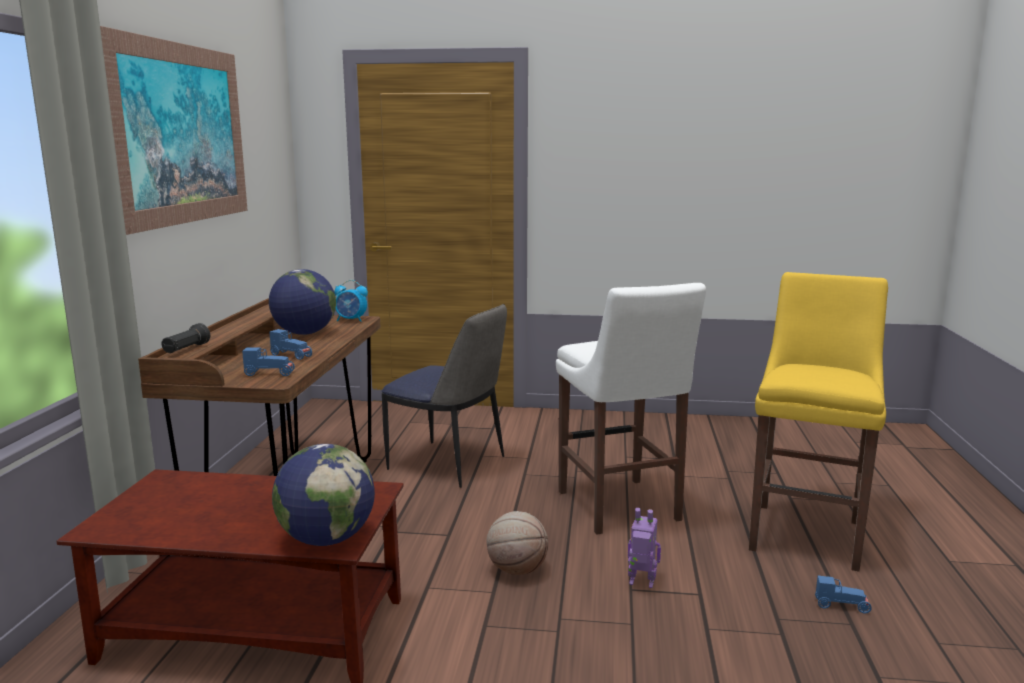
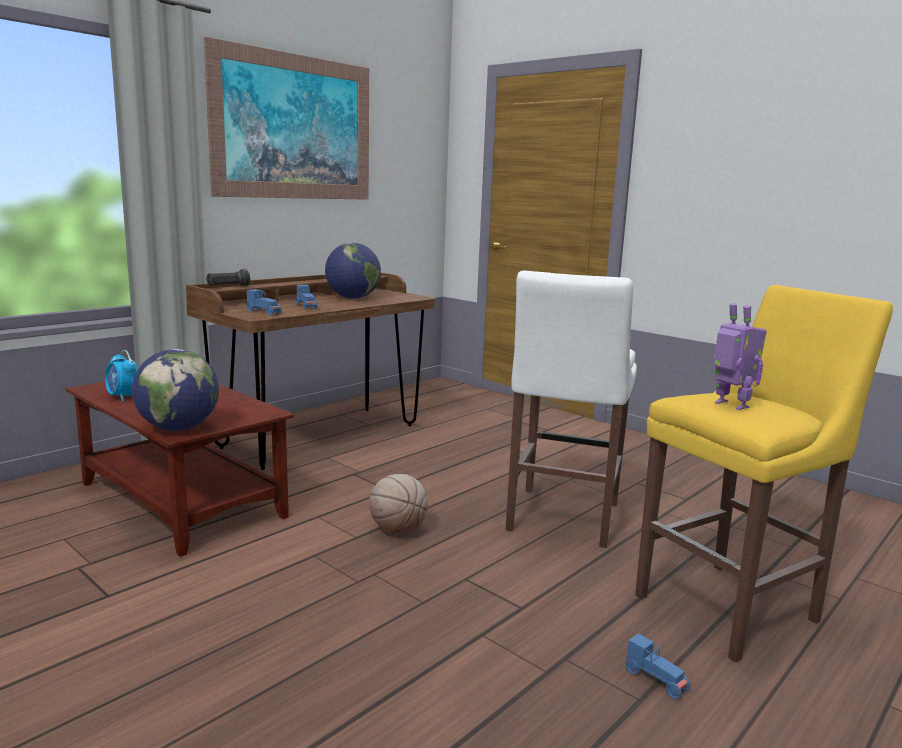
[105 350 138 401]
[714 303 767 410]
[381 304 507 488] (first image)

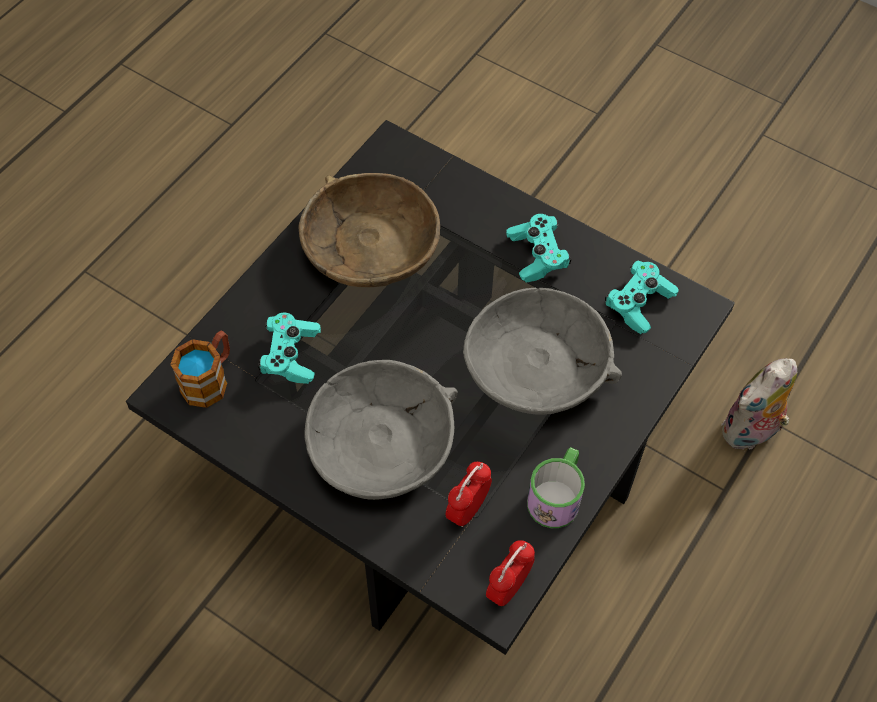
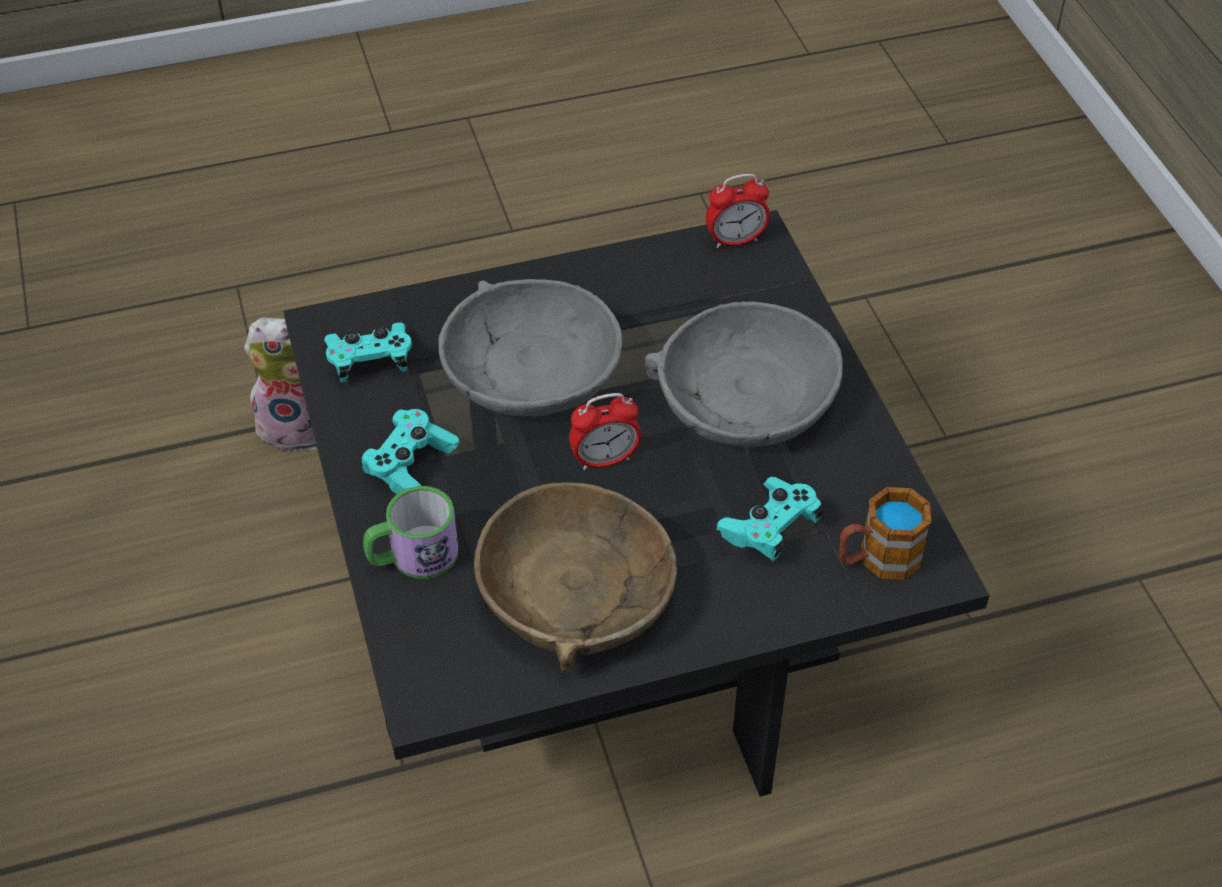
[363 486 458 579]
[569 393 641 470]

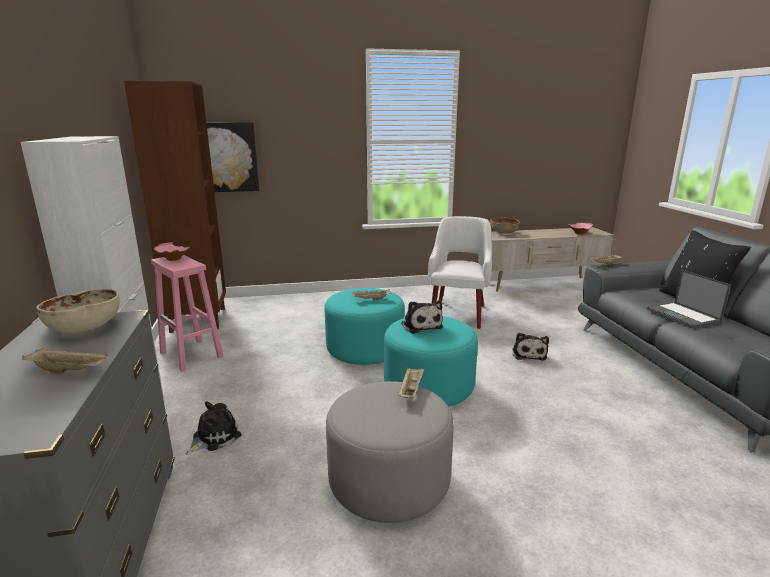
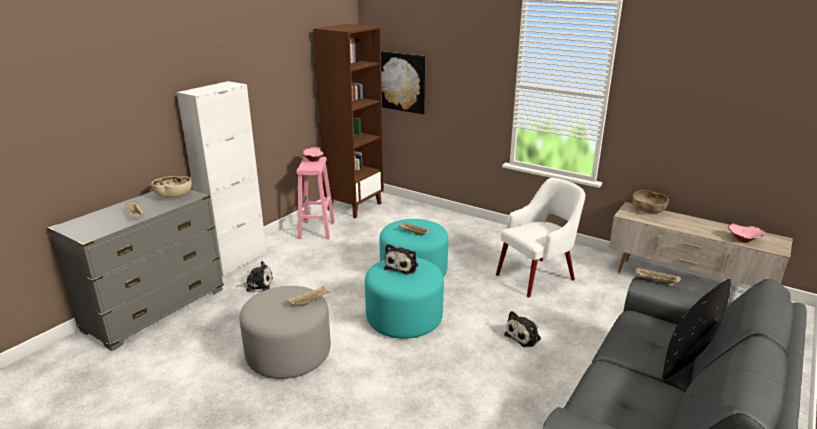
[647 270 731 328] (first image)

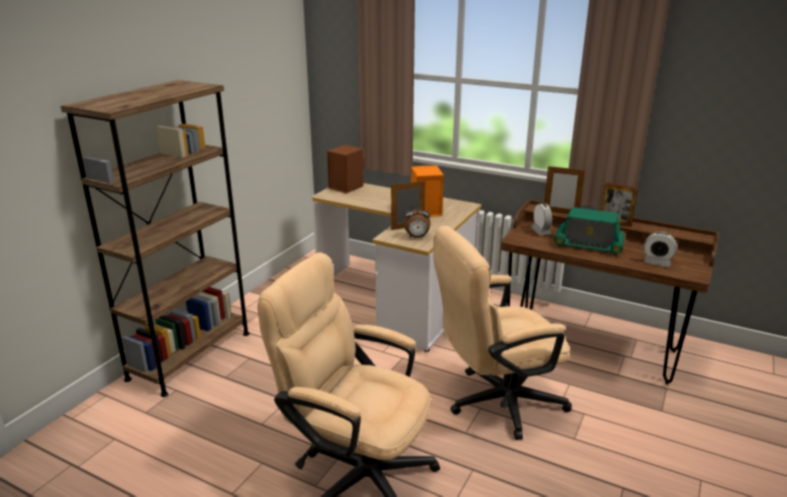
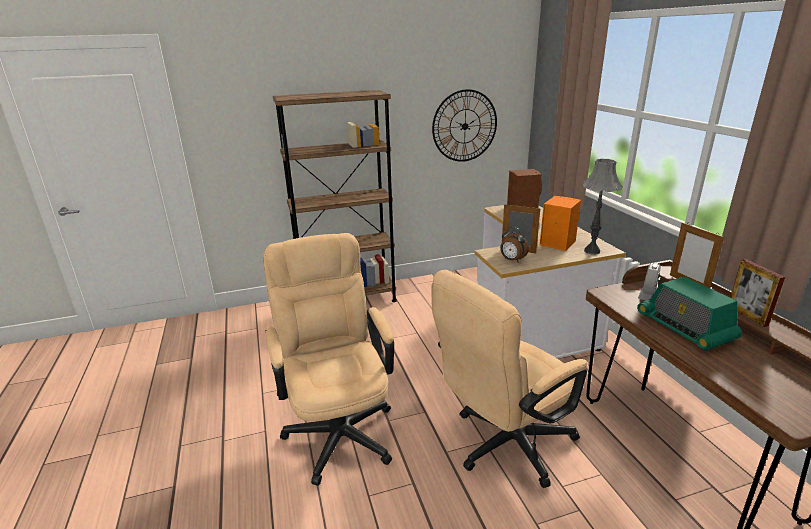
[431 270 587 488]
[432 89 497 162]
[582 159 623 254]
[644 232 677 267] (first image)

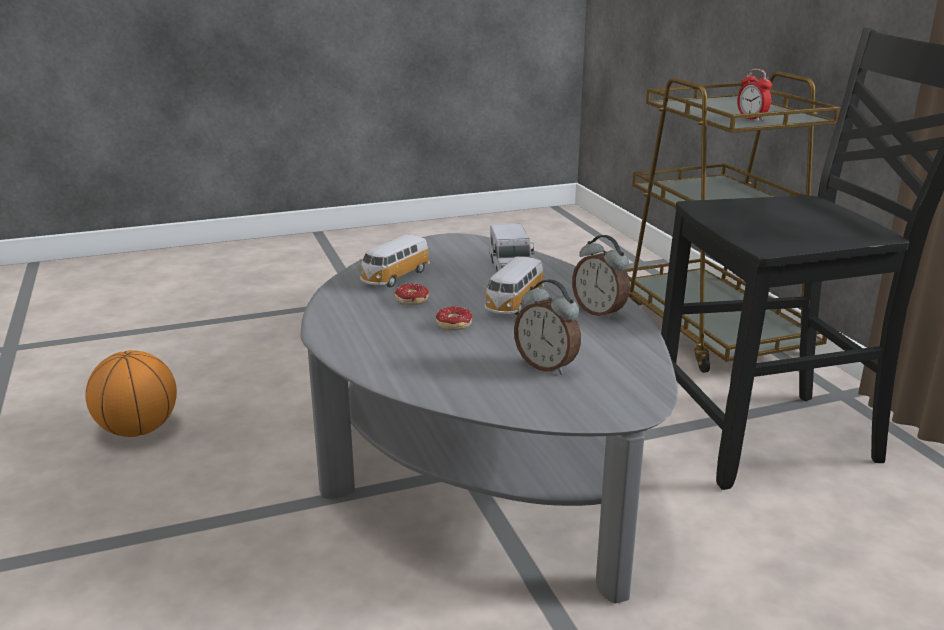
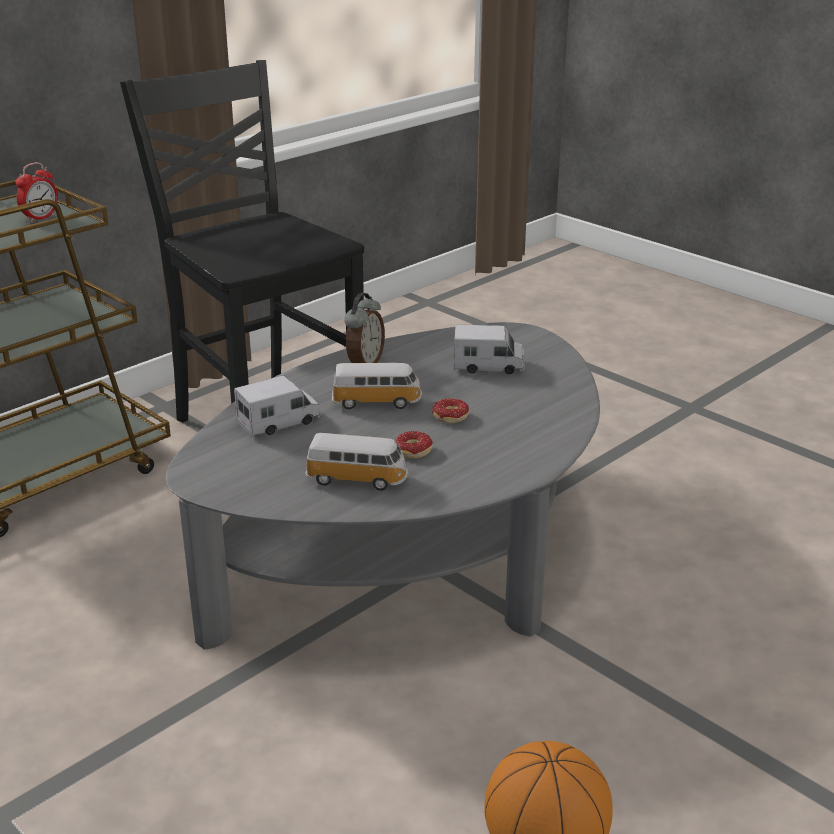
[454 325 525 375]

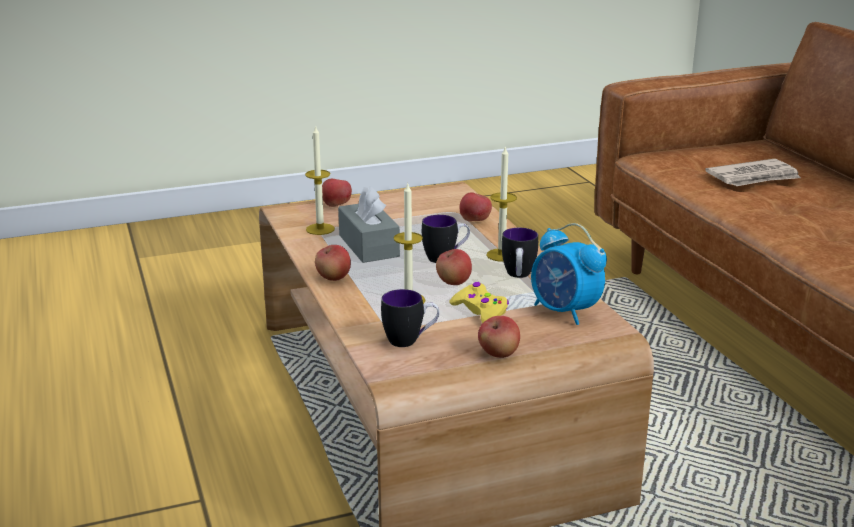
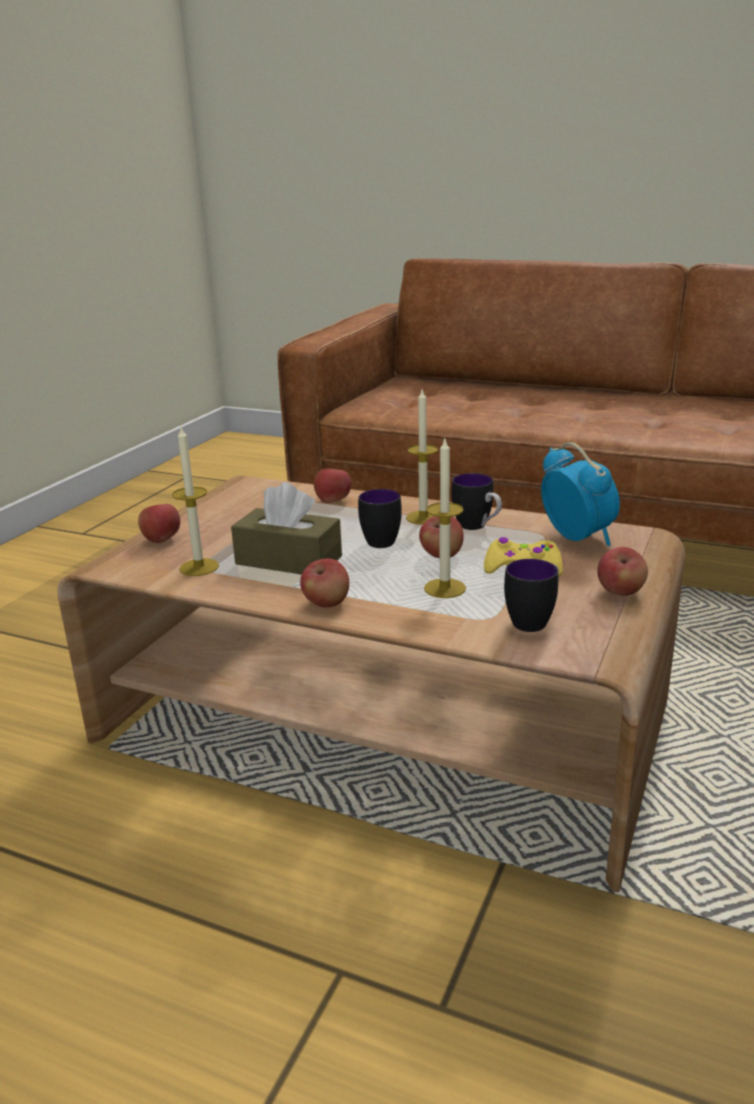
[231 482 342 574]
[541 442 620 546]
[705 159 801 186] (first image)

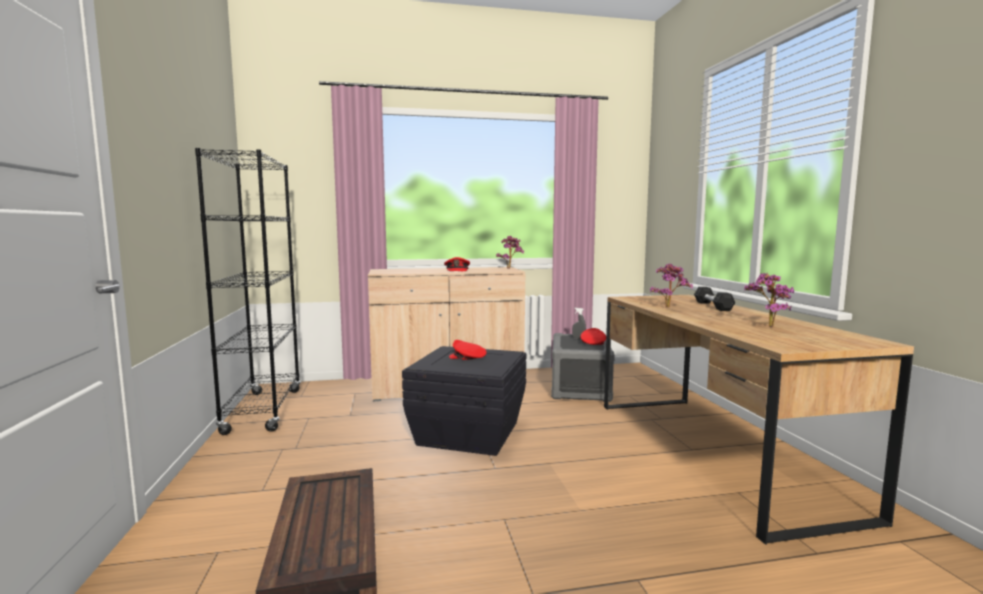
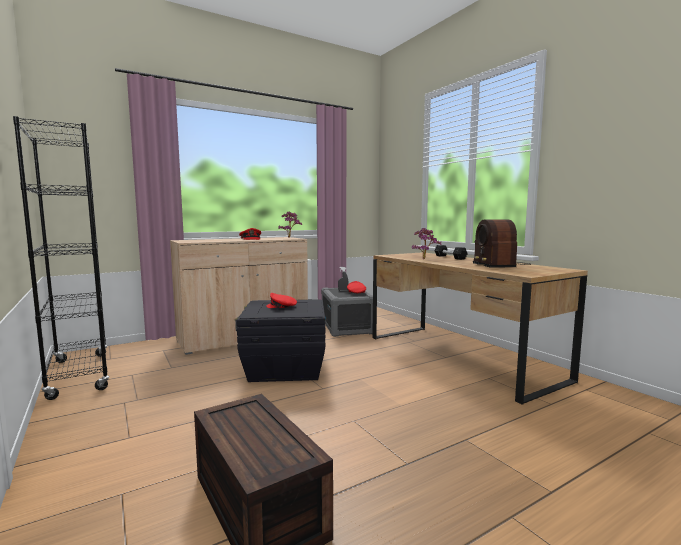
[473 220 531 268]

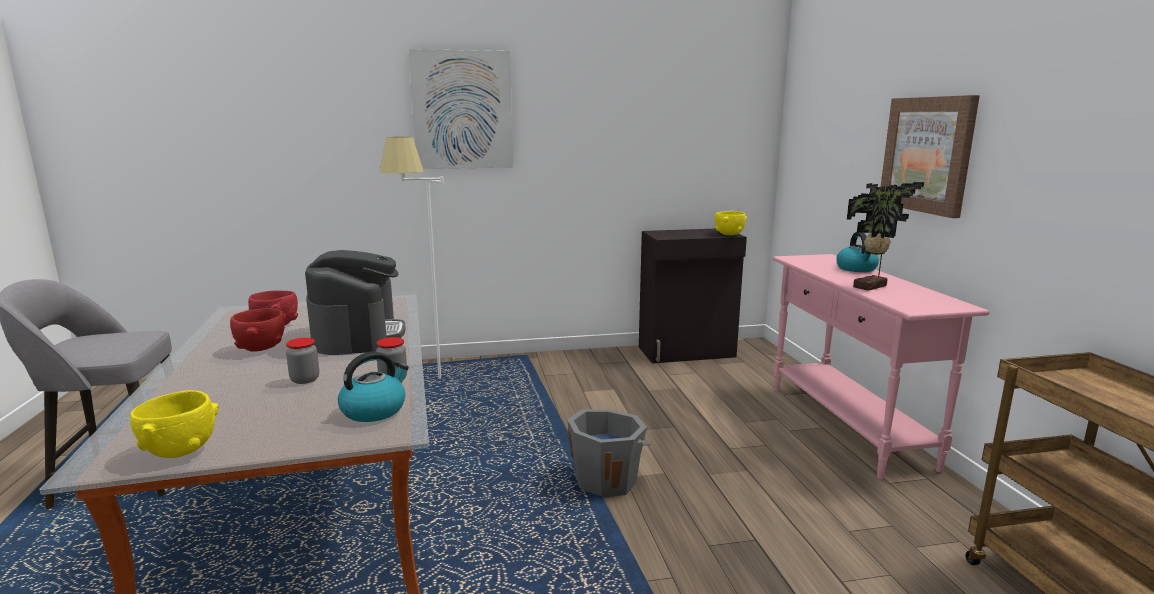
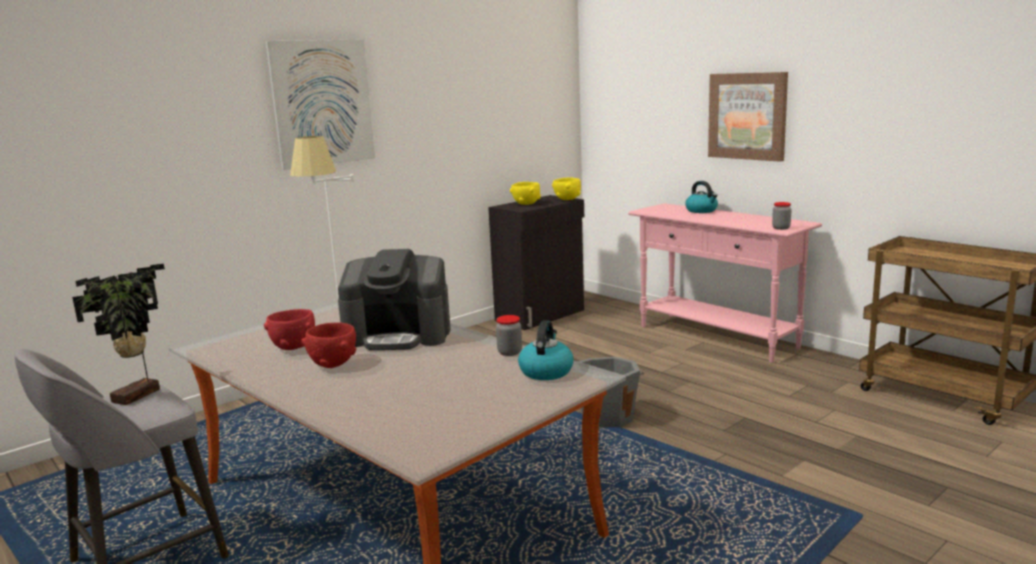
[72 264 165 405]
[338 249 451 350]
[510 182 541 205]
[772 202 792 230]

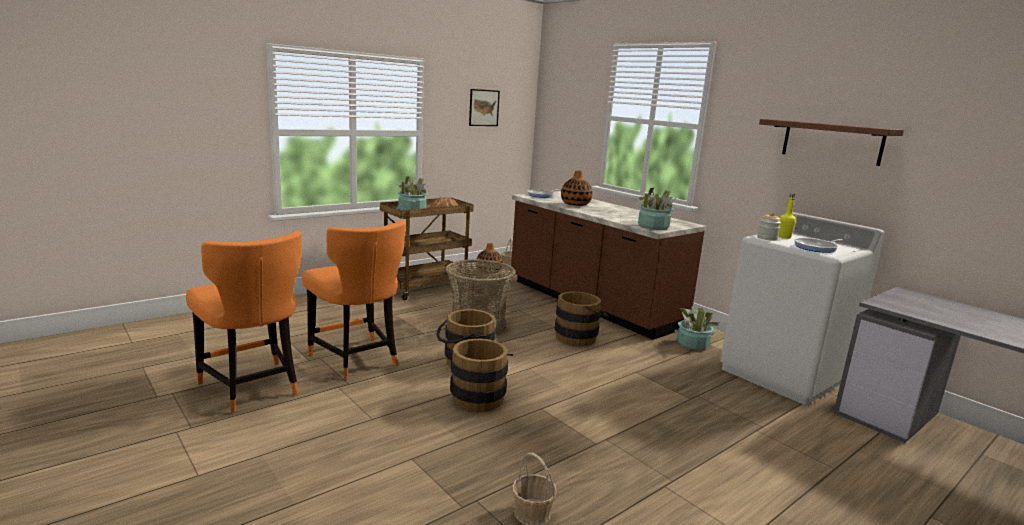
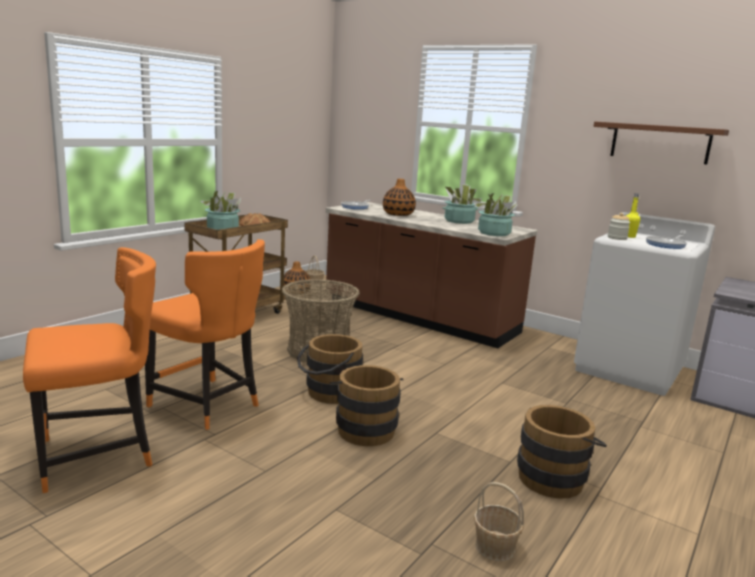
[23 247 156 493]
[442 185 482 224]
[517 405 607 499]
[469 89 500 126] (first image)

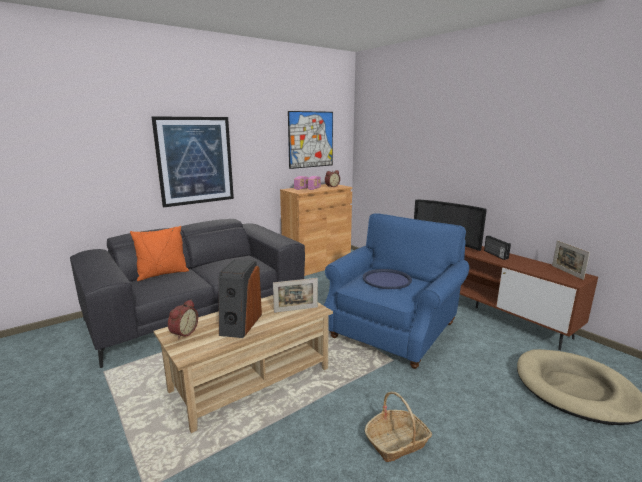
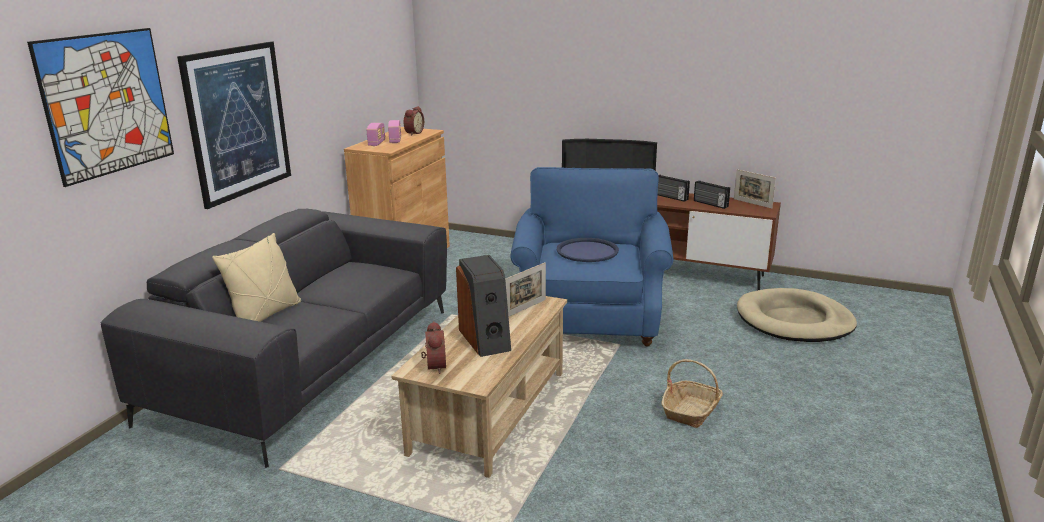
[27 28 174 187]
[212 233 301 322]
[694 180 730 209]

